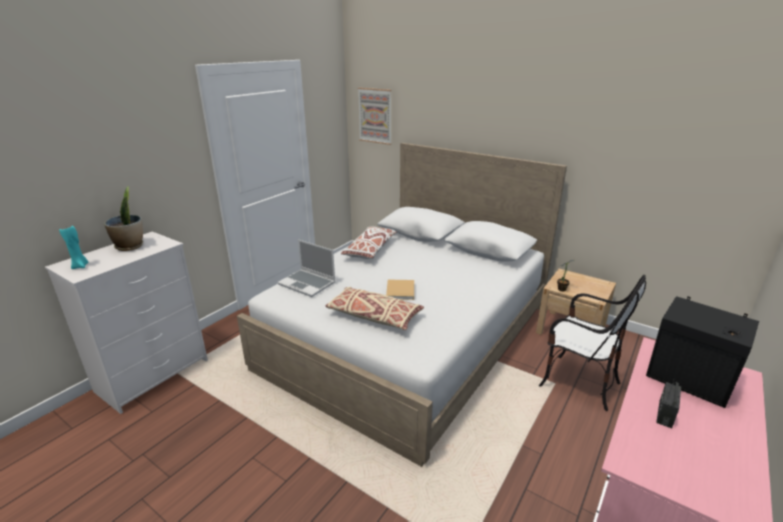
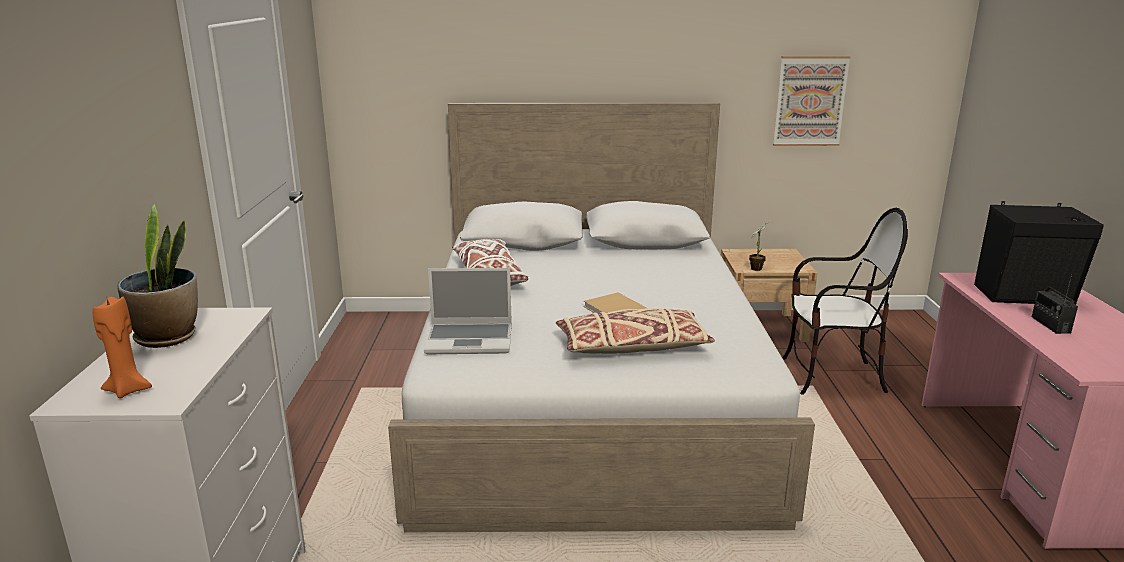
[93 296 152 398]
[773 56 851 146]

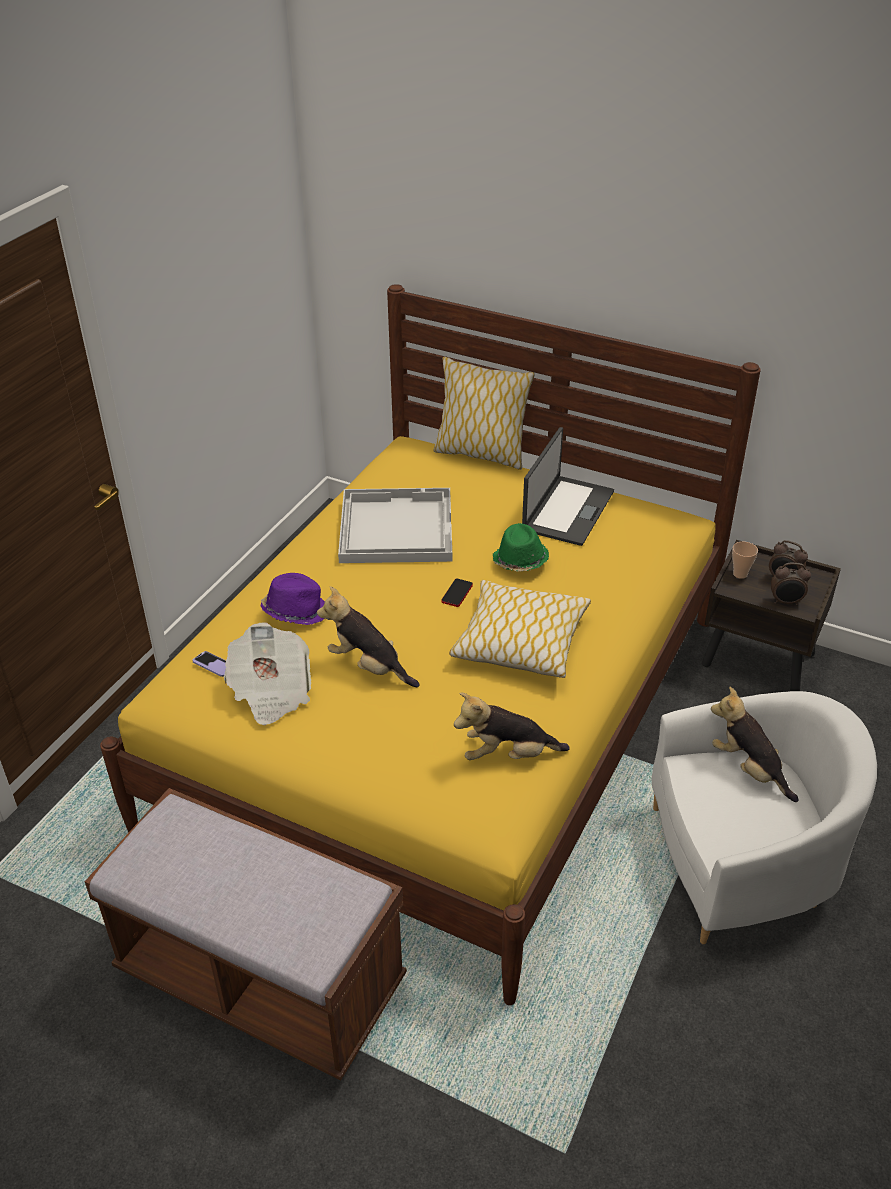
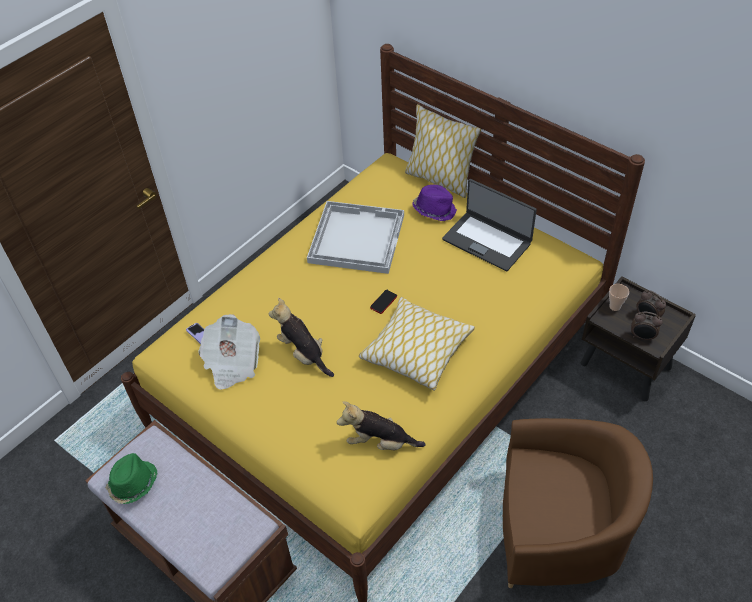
[105 453 157 504]
[412 185 457 221]
[442 179 537 271]
[503 418 653 588]
[711 686 799 802] (first image)

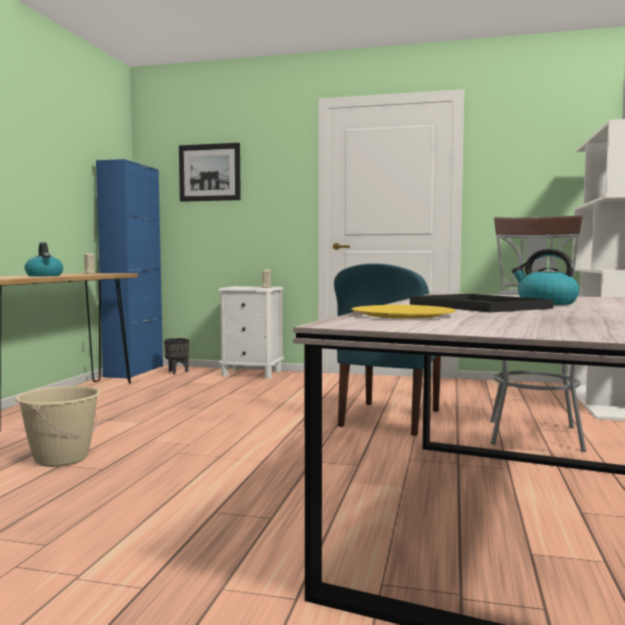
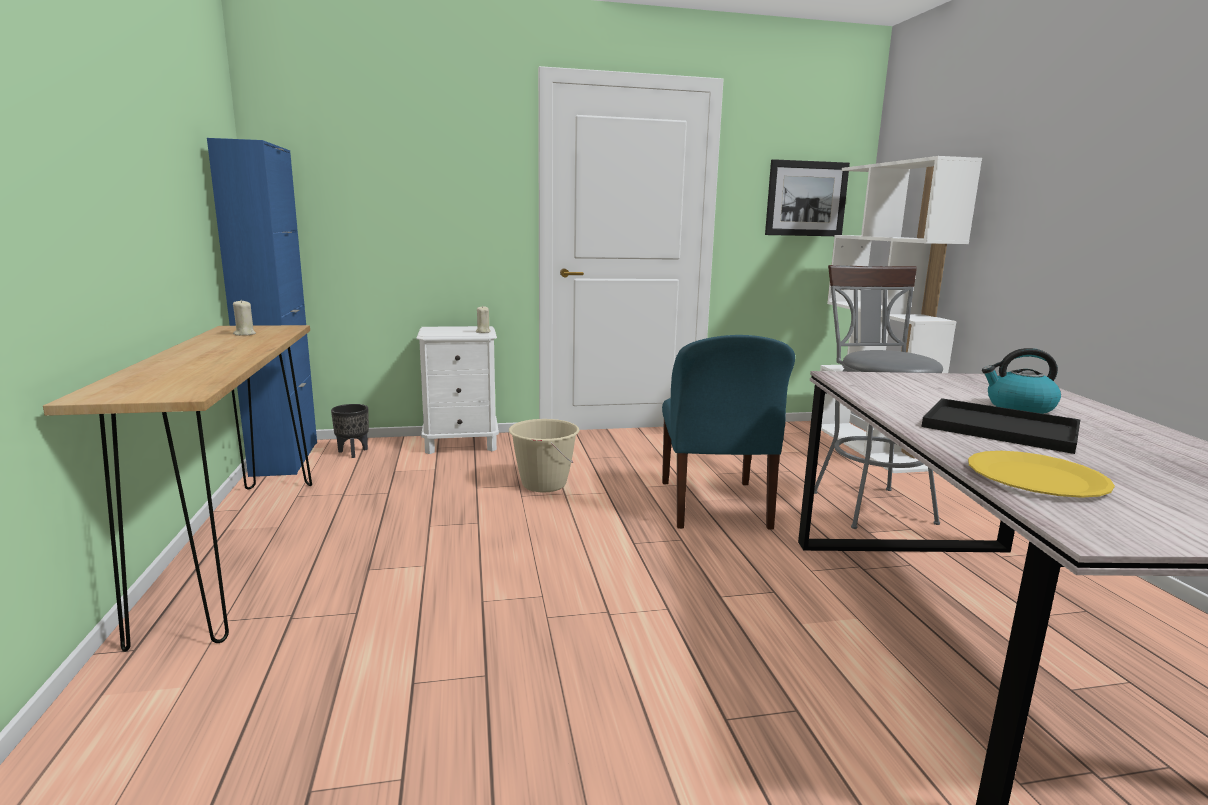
[509 419 579 492]
[765 159 850 236]
[25 242 63 276] (first image)

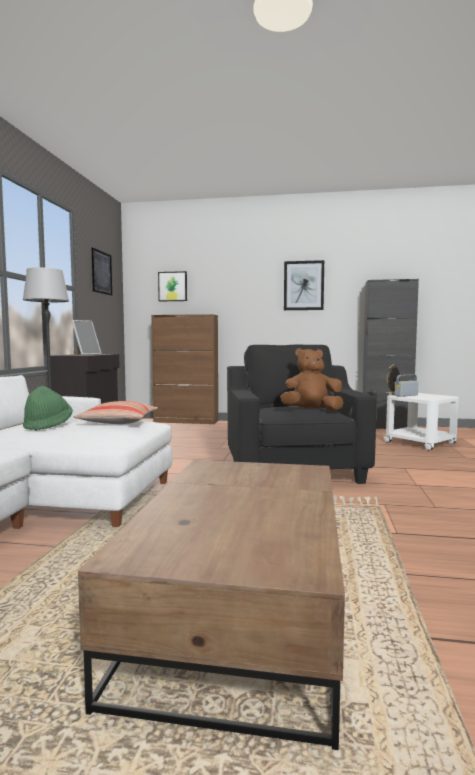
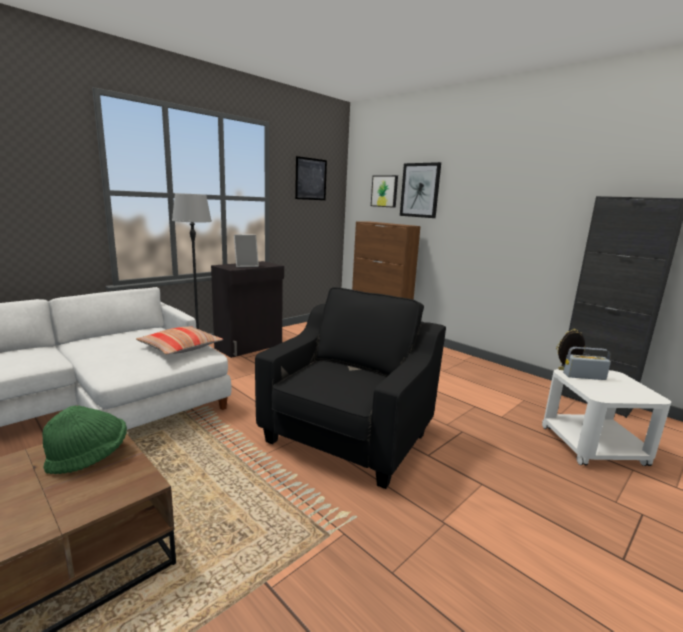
[43 405 127 474]
[400 162 441 218]
[280 348 344 411] (first image)

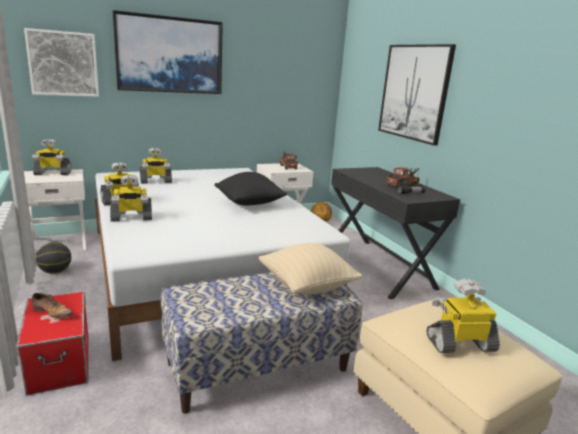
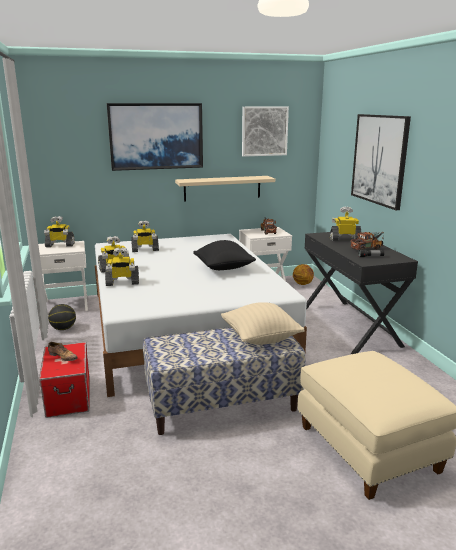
[175 176 275 202]
[242 107 289 157]
[330 207 361 241]

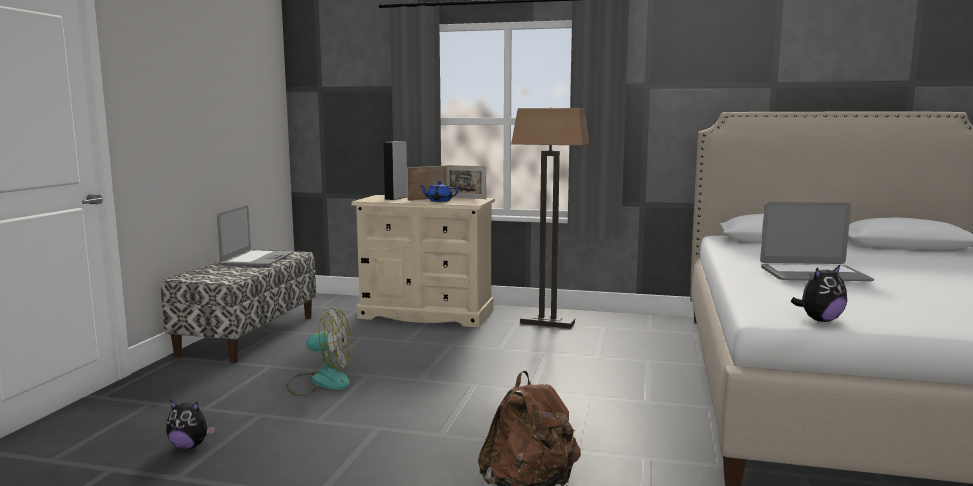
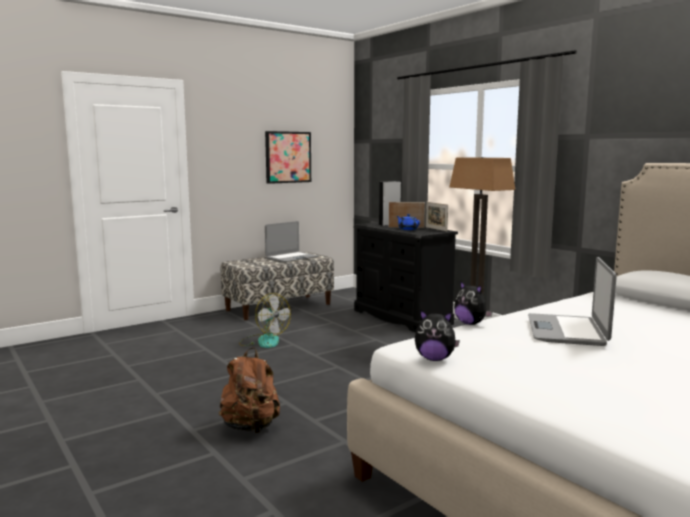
[265 131 311 184]
[353 222 458 332]
[454 281 493 325]
[528 257 617 346]

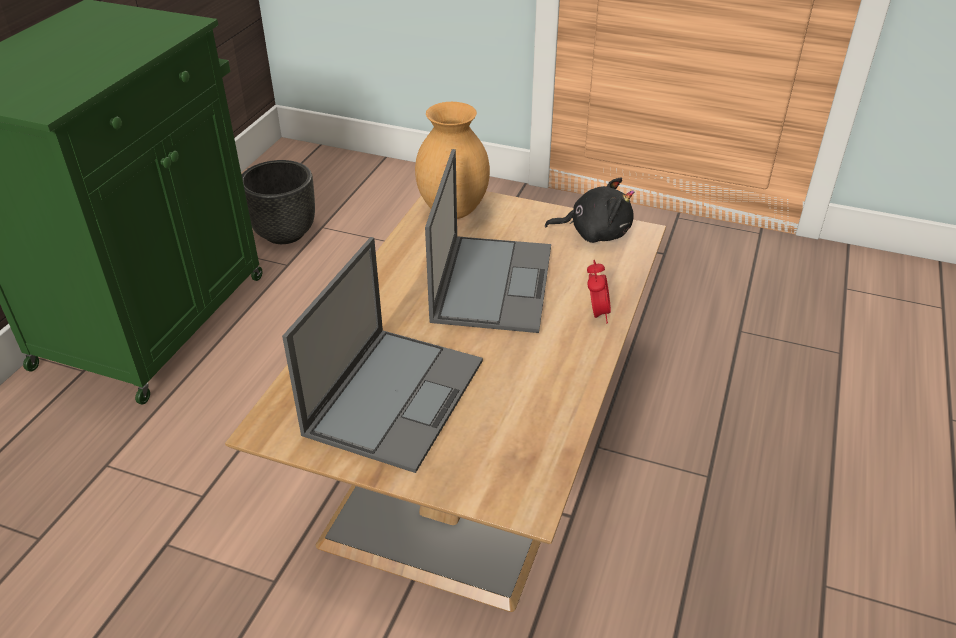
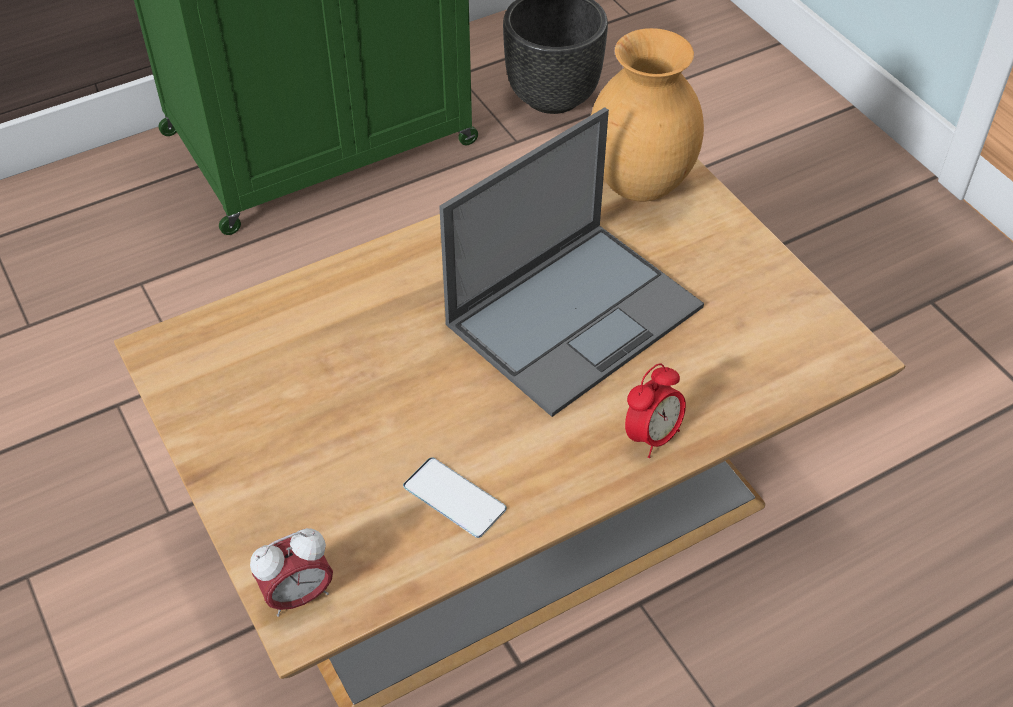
[250 528 333 617]
[403 457 507 538]
[282 237 483 473] (first image)
[545 177 634 243] (first image)

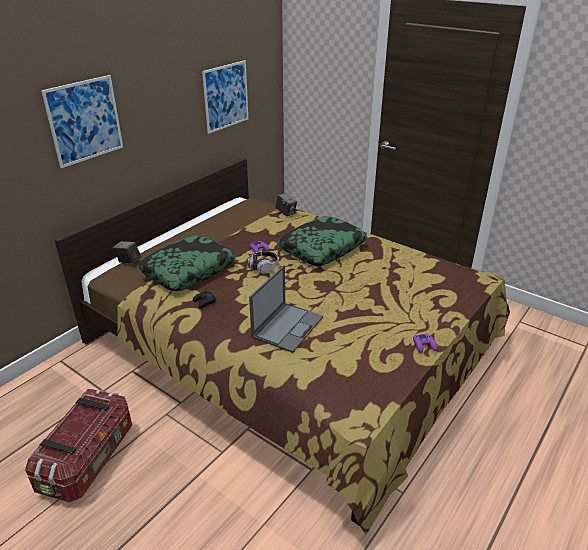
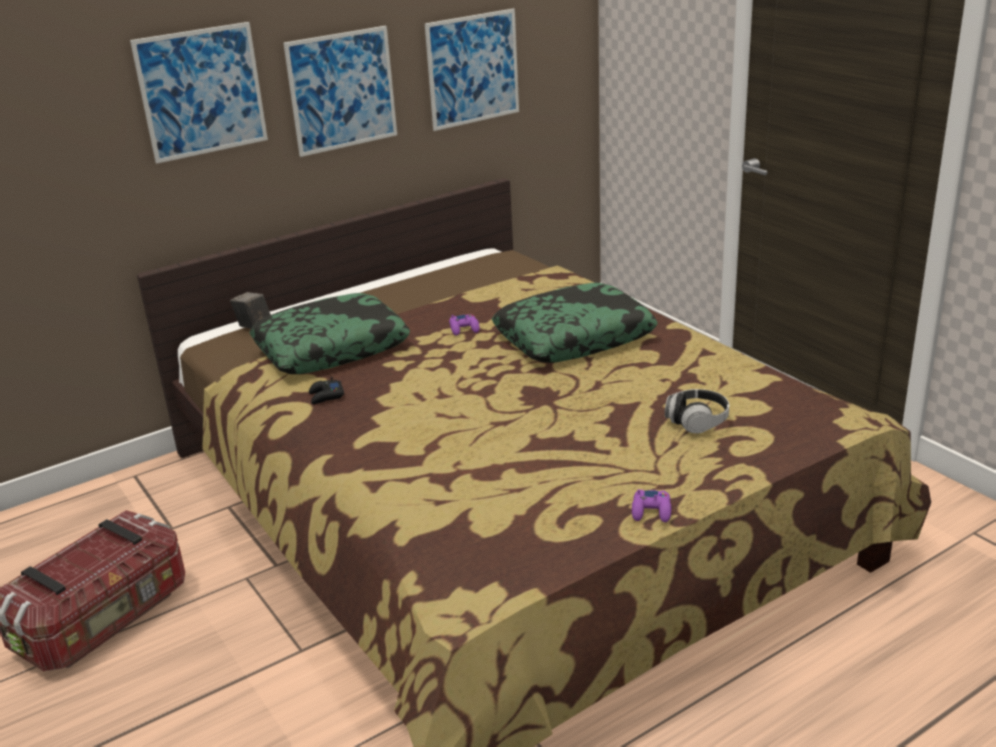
[283 26 397 157]
[665 389 729 434]
[249 265 323 353] (first image)
[275 193 297 216] (first image)

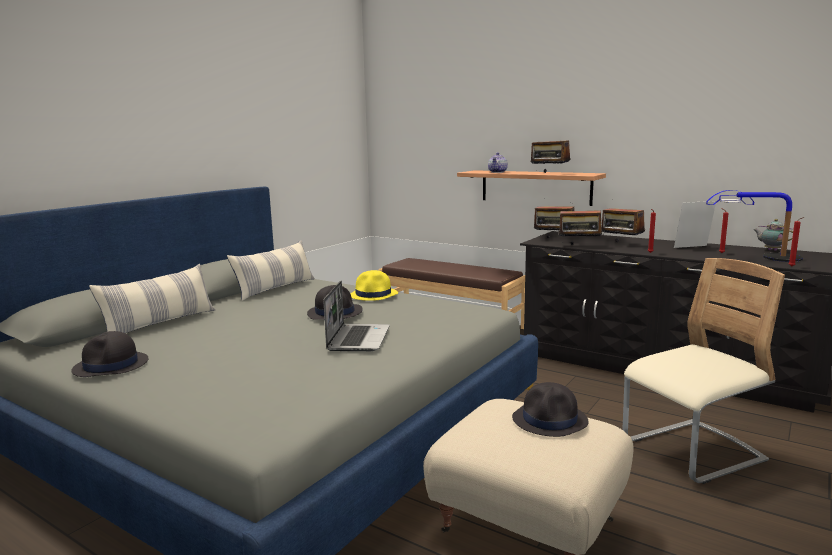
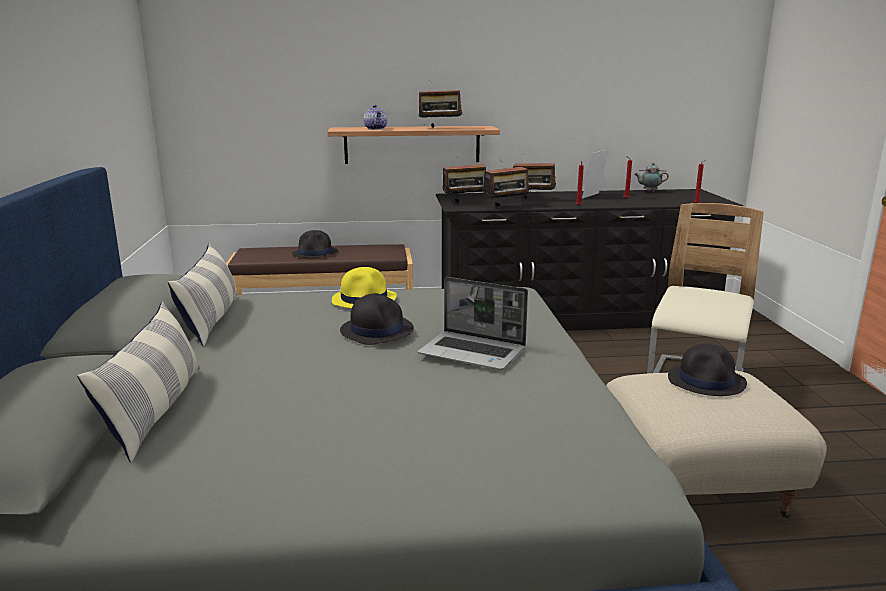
[292 230 338 258]
[418 277 528 370]
[706 190 803 262] (first image)

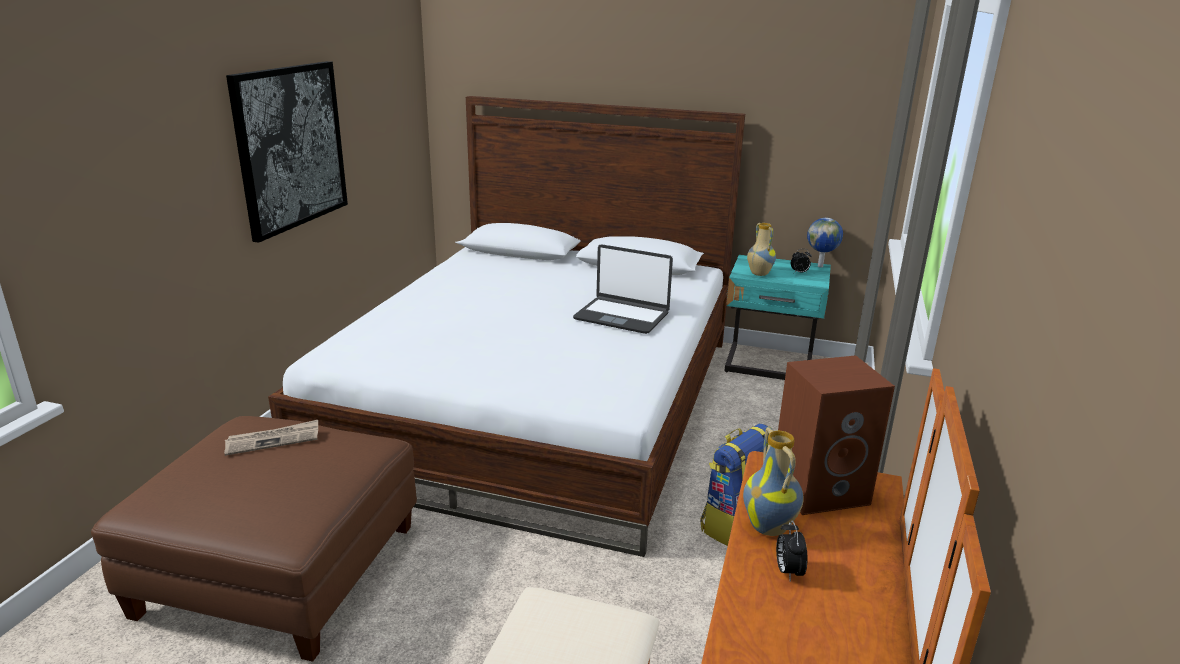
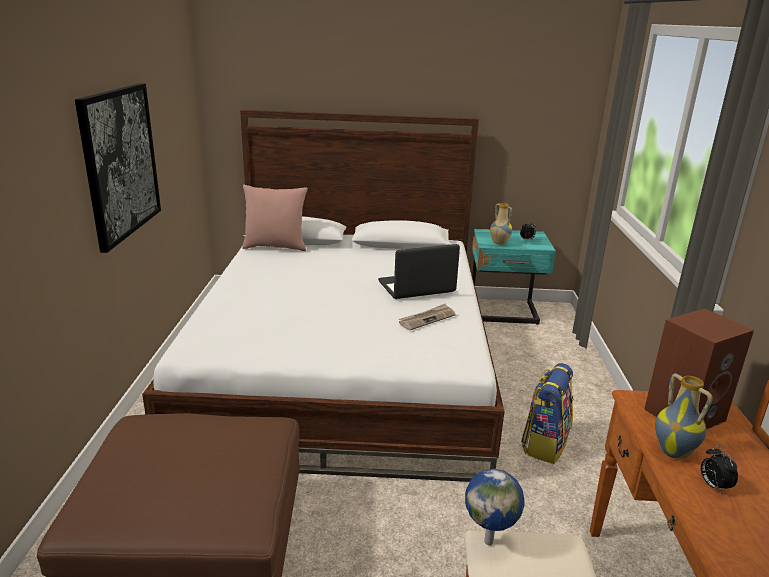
[242 185 308 251]
[378 244 460 299]
[399 304 456 330]
[465 469 525 546]

